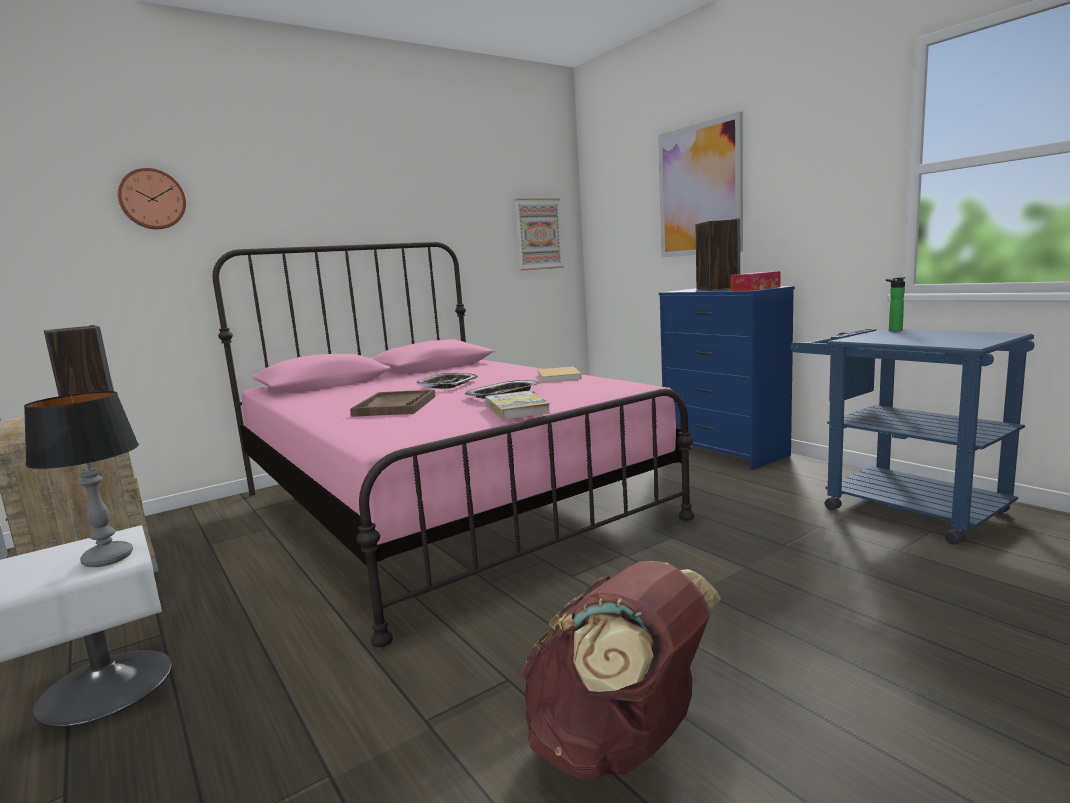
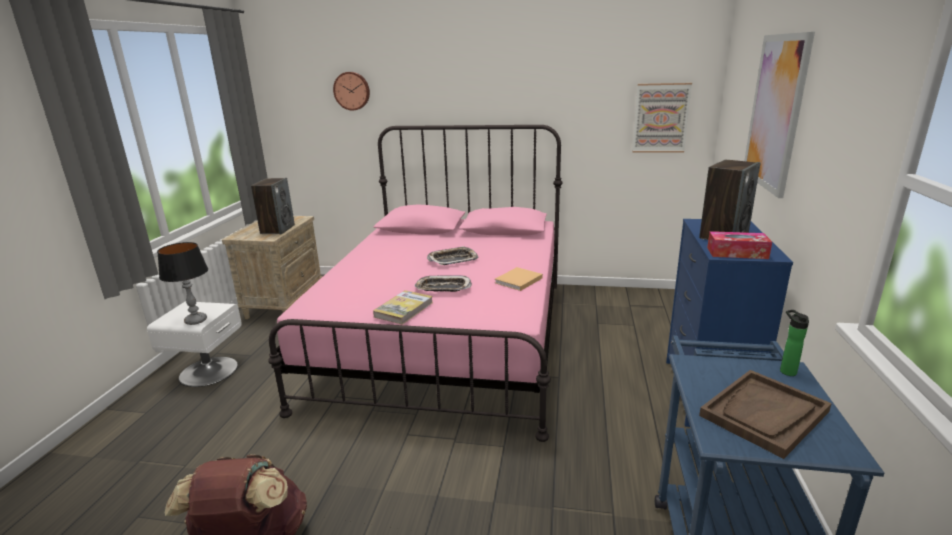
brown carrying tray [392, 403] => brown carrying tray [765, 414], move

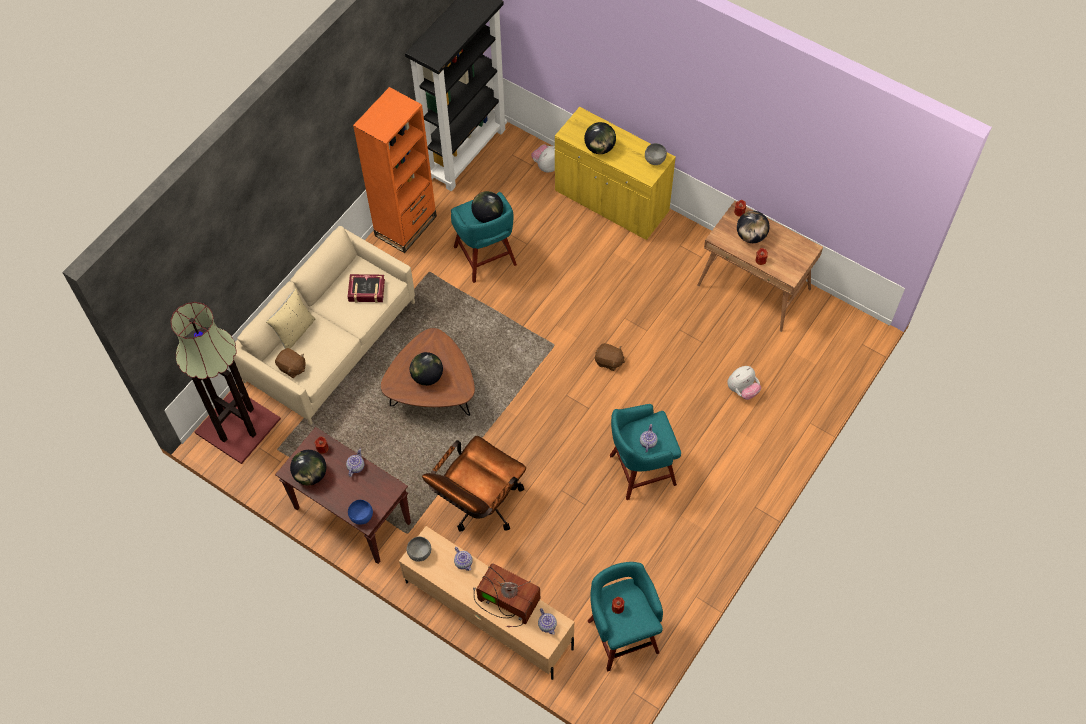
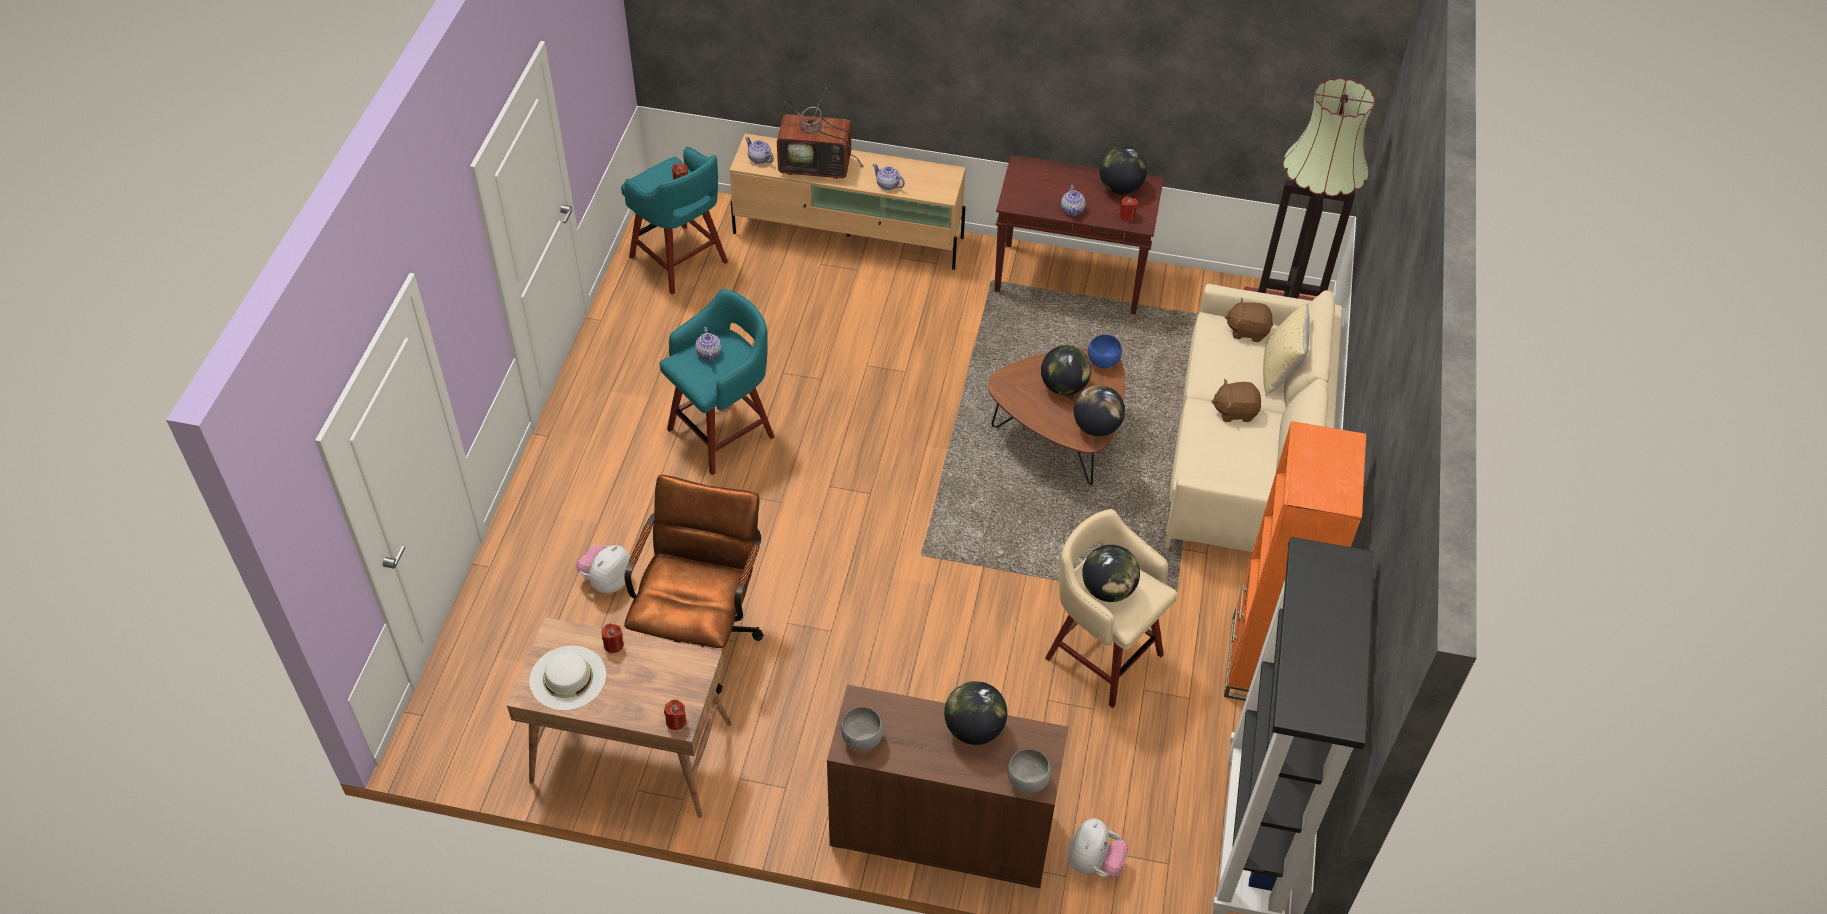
nothing => white hat [567, 678]
brown desk chair [474, 483] => brown desk chair [694, 584], move
yellow storage cabinet [615, 173] => brown storage cabinet [947, 786]
grey deep dish [419, 549] => grey deep dish [1029, 771], move
turquoise stool seat [484, 237] => beige stool seat [1111, 608]
desk globe [753, 227] => desk globe [1099, 410], move
blue deep dish [360, 512] => blue deep dish [1105, 351], move
brown plush toy [610, 357] => brown plush toy [1236, 400], move
bound book [366, 288] => nothing

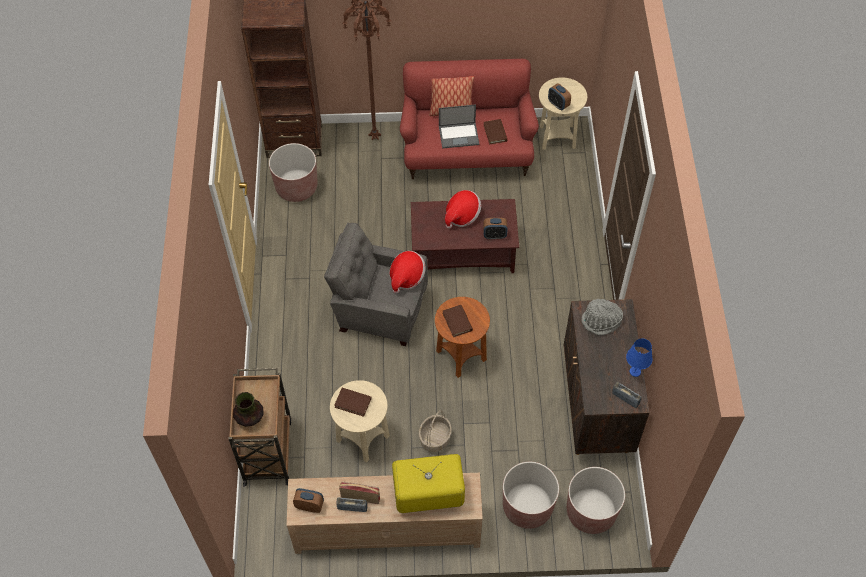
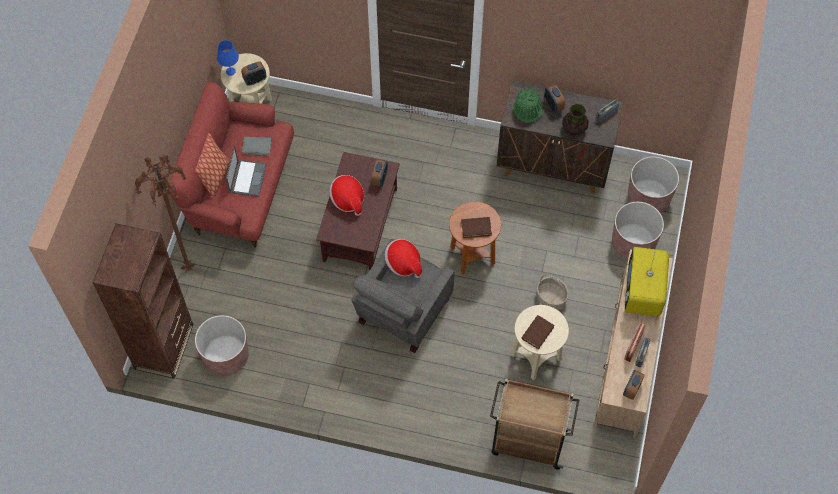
blue lamp for a table [639, 357] => blue lamp for a table [228, 58], move
brown bound book [495, 132] => grey bound book [257, 146]
grey hat [602, 317] => green-coloured hat [528, 105]
nothing => alarm clock [554, 99]
vase [248, 409] => vase [575, 119], move

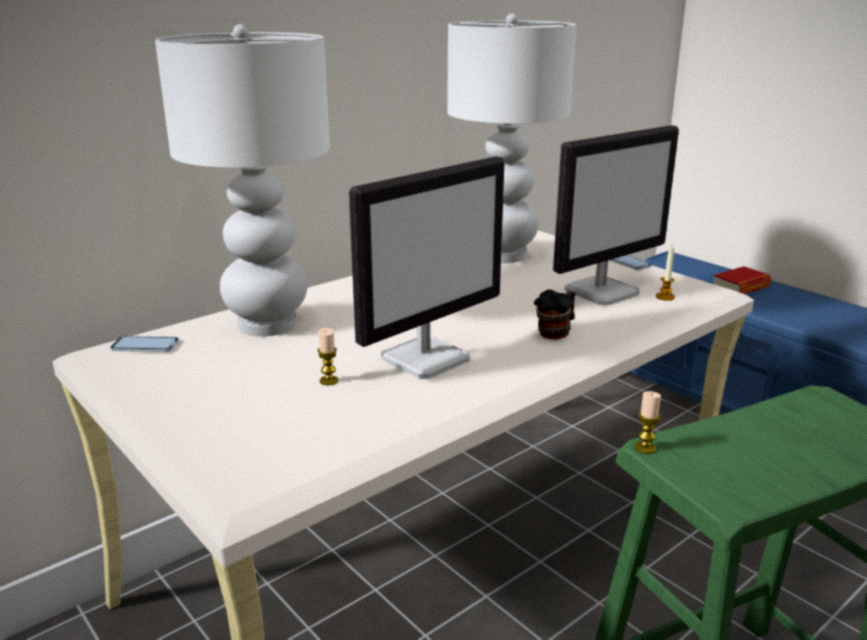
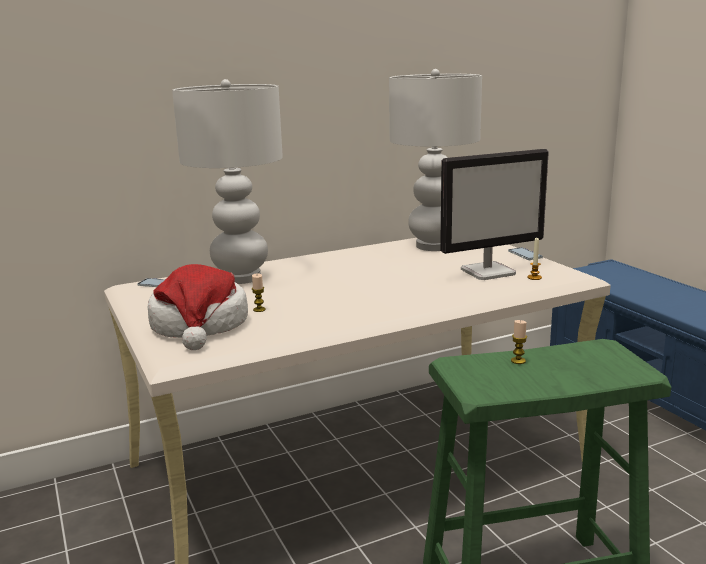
nothing => hat [198, 307]
wax light [647, 422] => wax light [519, 342], move
monitor [427, 267] => nothing
coffee mug [555, 314] => nothing
bound book [742, 280] => nothing

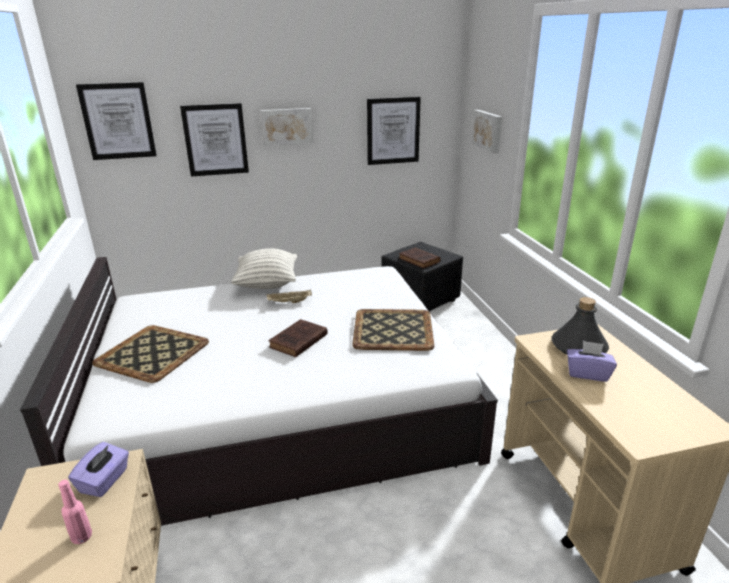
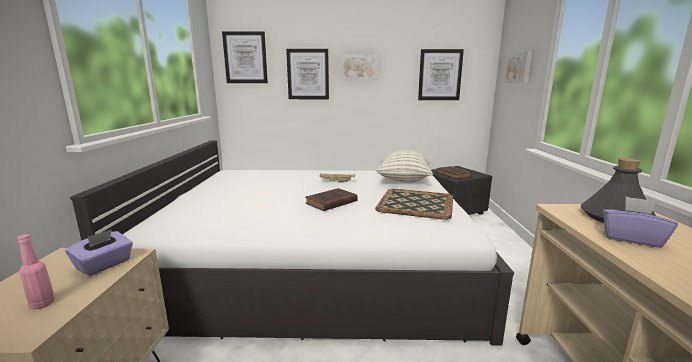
throw pillow [264, 268] => throw pillow [404, 166], move
carrying tray [150, 354] => nothing

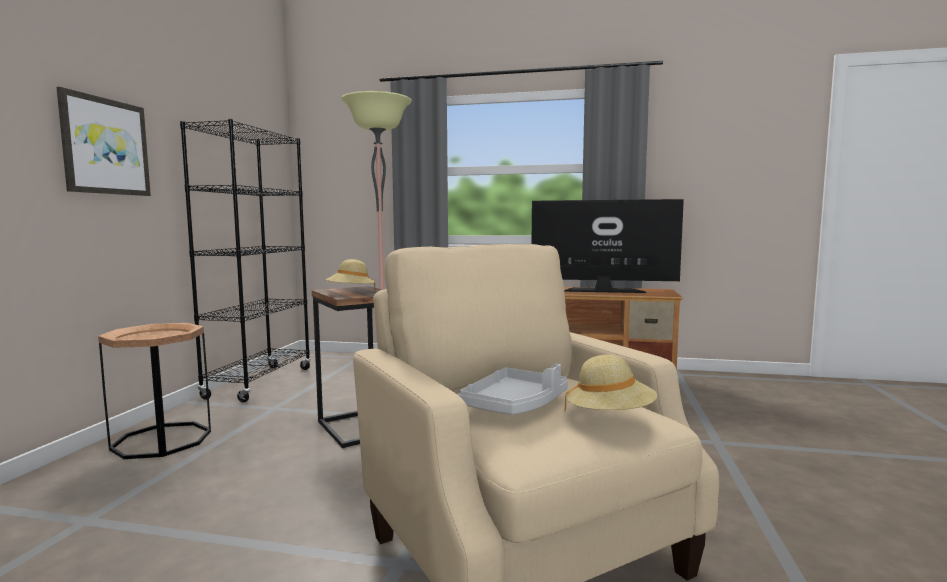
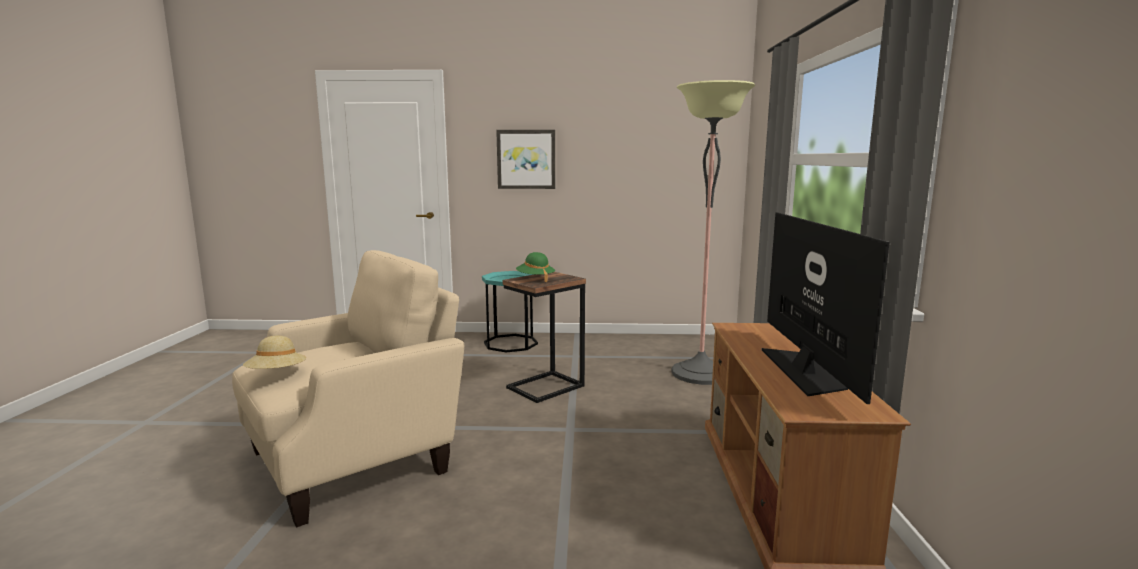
brown side table [154, 391] => turquoise side table [510, 311]
beige hat [350, 274] => green-coloured hat [535, 267]
black bookcase [245, 260] => nothing
grey carrying tray [513, 389] => nothing

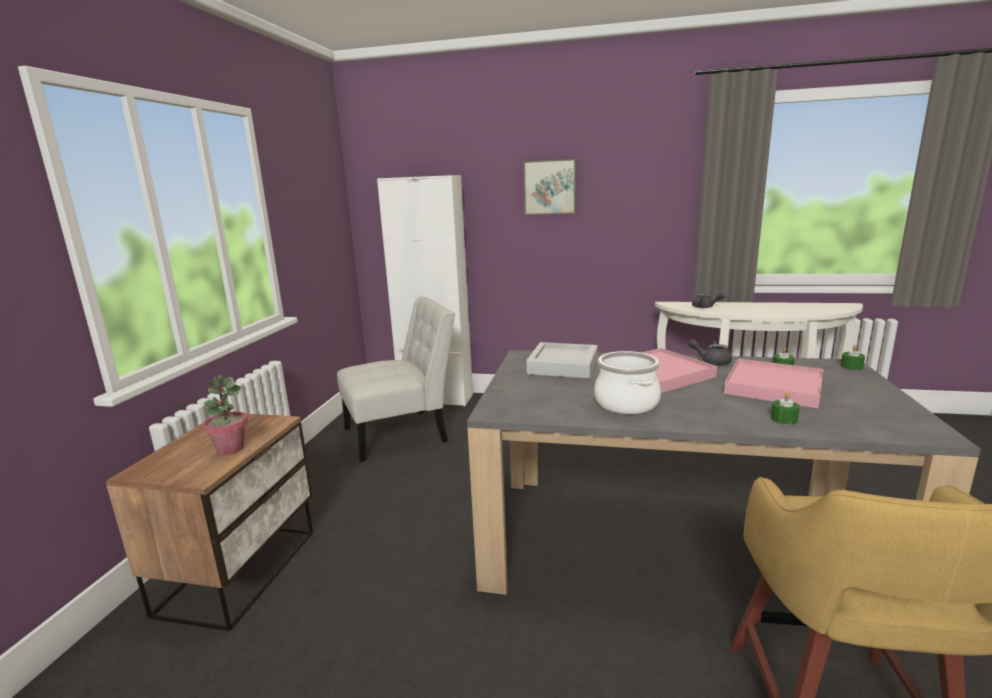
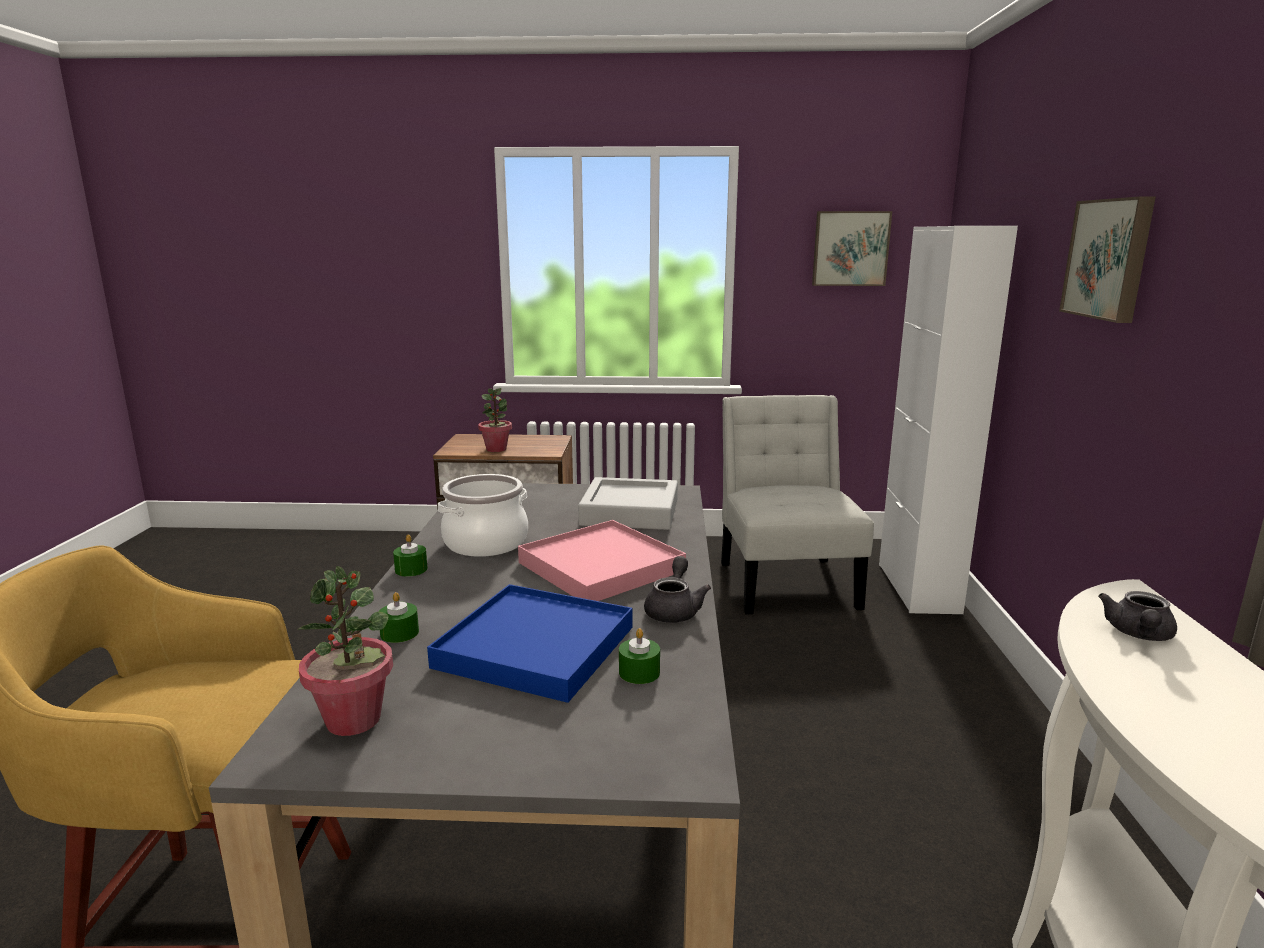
nothing => potted plant [345, 651]
green-coloured wax light [852, 357] => green-coloured wax light [410, 555], move
pink carrying tray [773, 383] => blue carrying tray [529, 643]
white upright chair [396, 379] => white upright chair [797, 504], 150 degrees counterclockwise
nothing => wall art [852, 248]

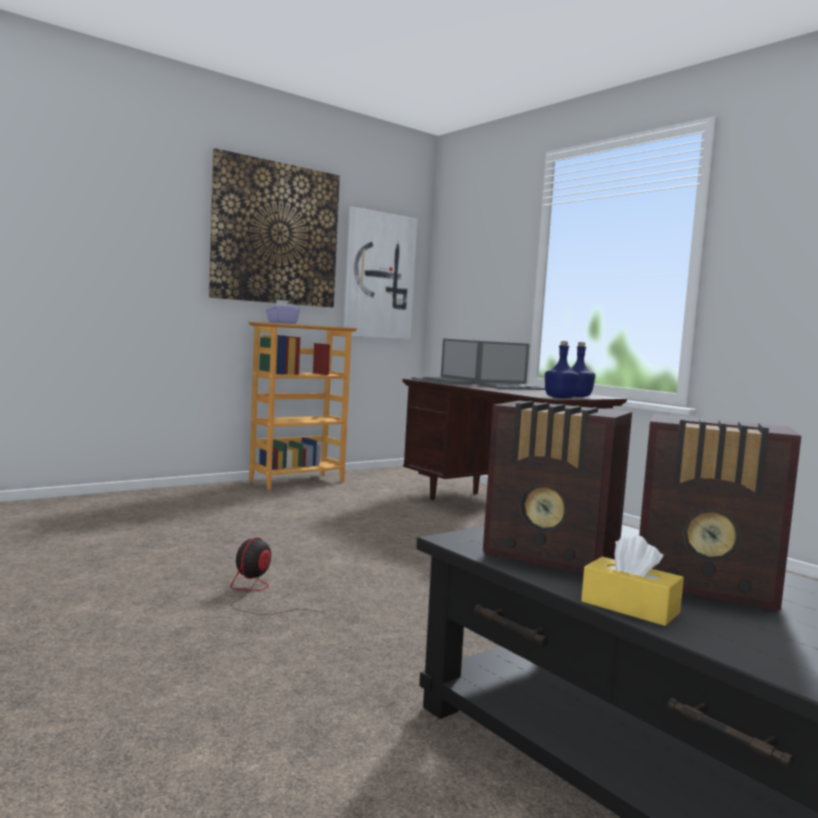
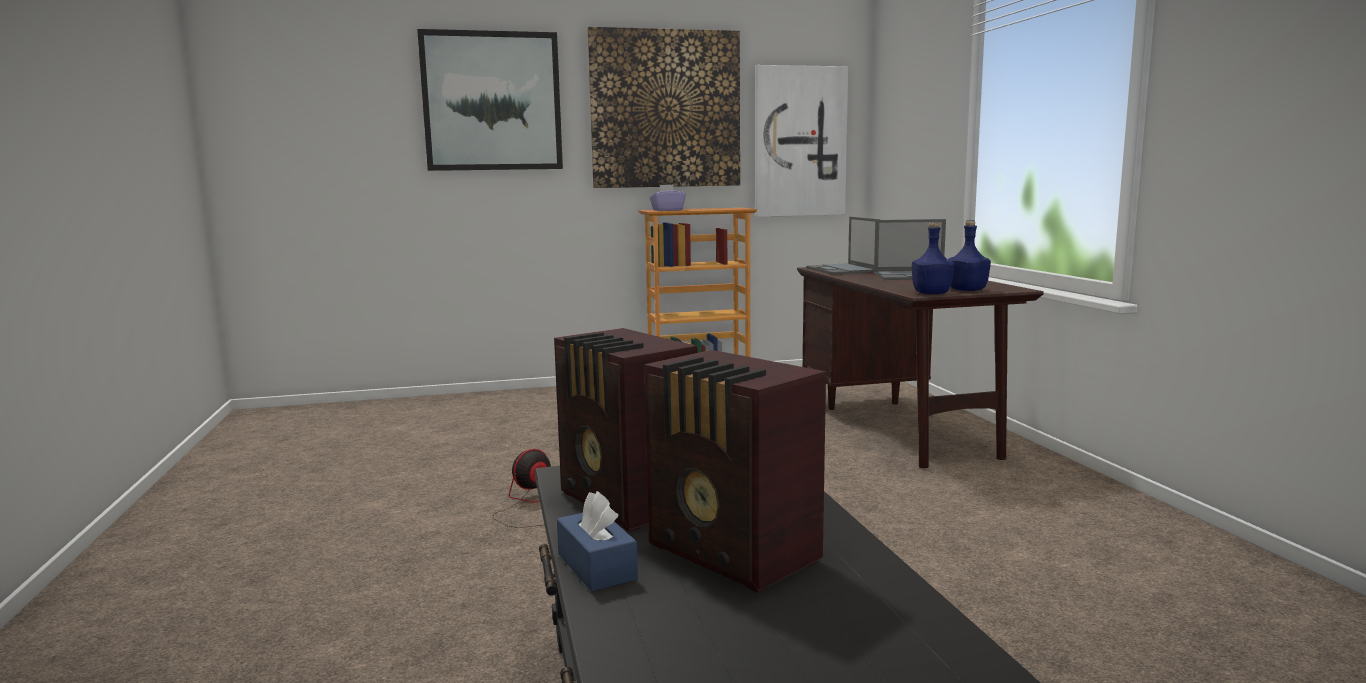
nothing => wall art [490, 100]
yellow tissue box [632, 580] => blue tissue box [597, 541]

